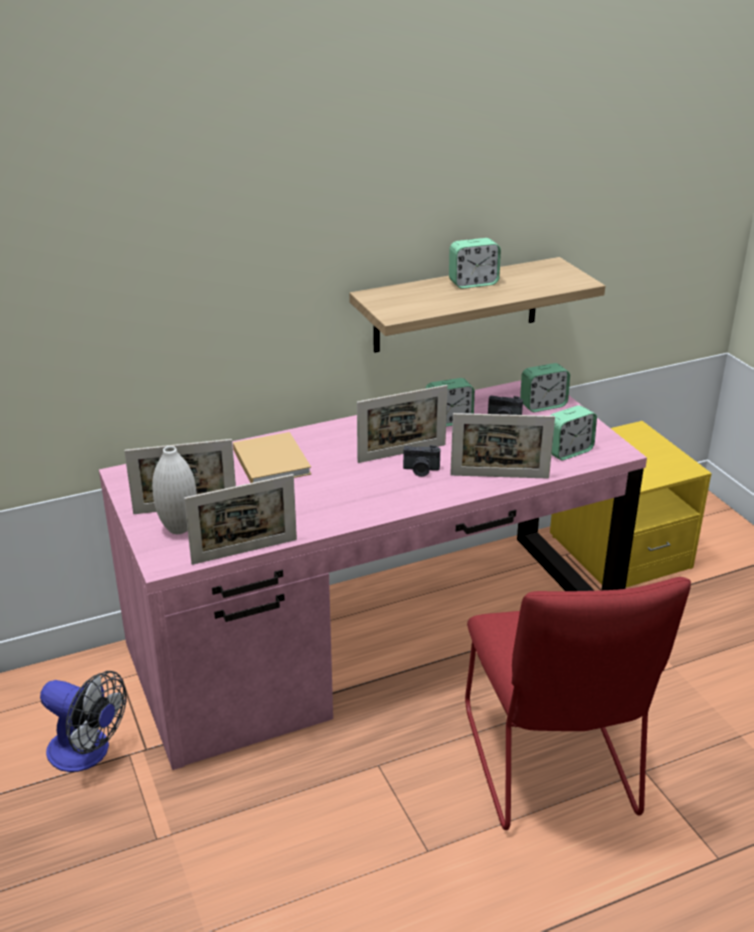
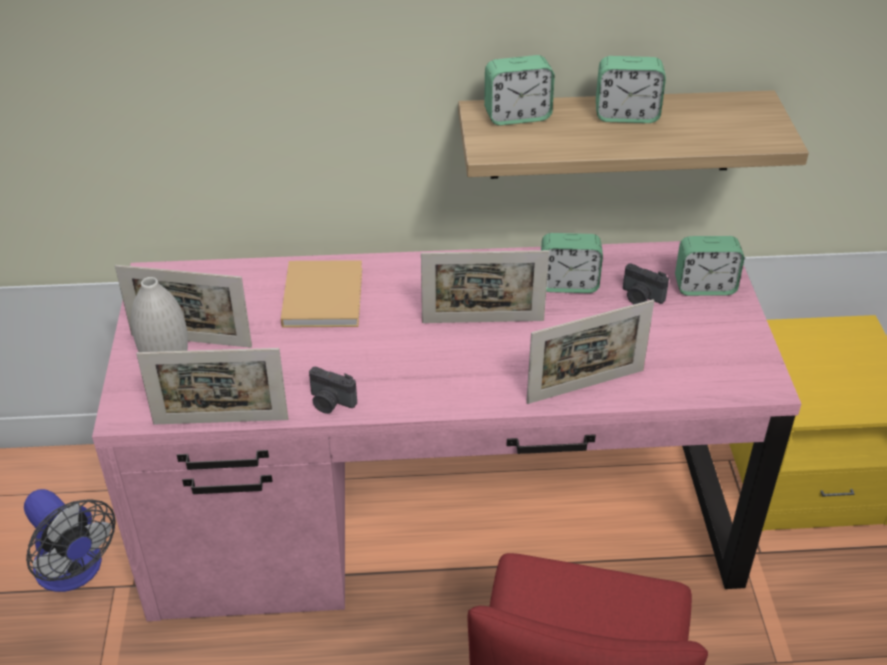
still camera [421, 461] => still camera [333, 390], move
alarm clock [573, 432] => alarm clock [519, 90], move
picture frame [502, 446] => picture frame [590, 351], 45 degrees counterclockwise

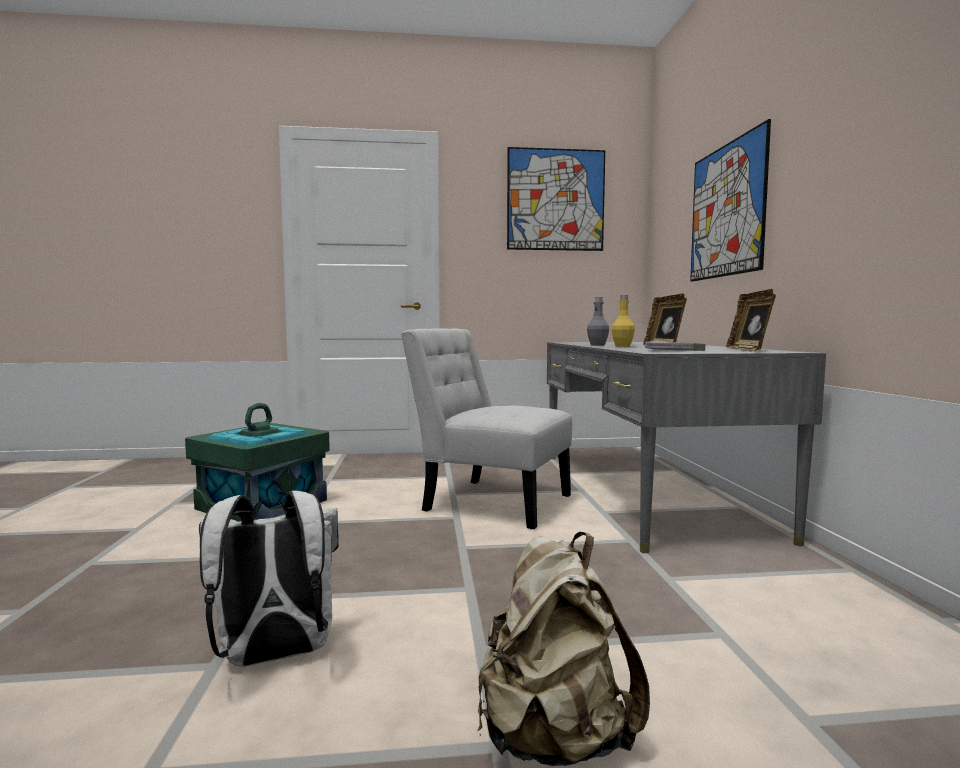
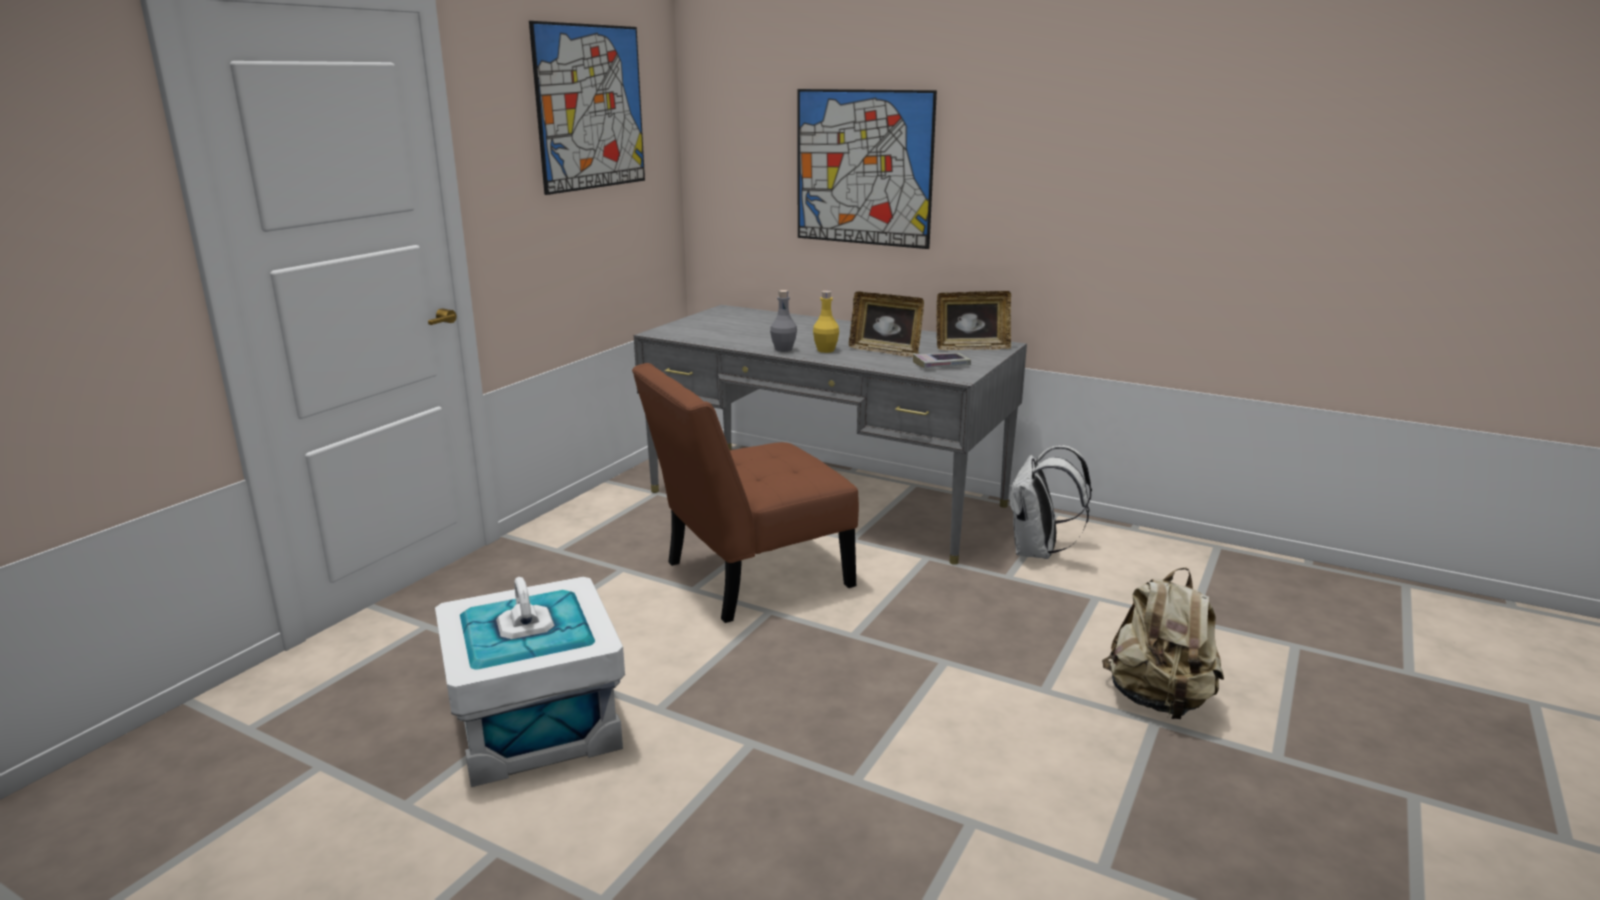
green-coloured storage container [257, 462] => white storage container [530, 682]
white upright chair [486, 428] => brown upright chair [745, 493]
picture frame [751, 320] => picture frame [974, 320], 45 degrees counterclockwise
white rucksack [269, 579] => white rucksack [1049, 502], move

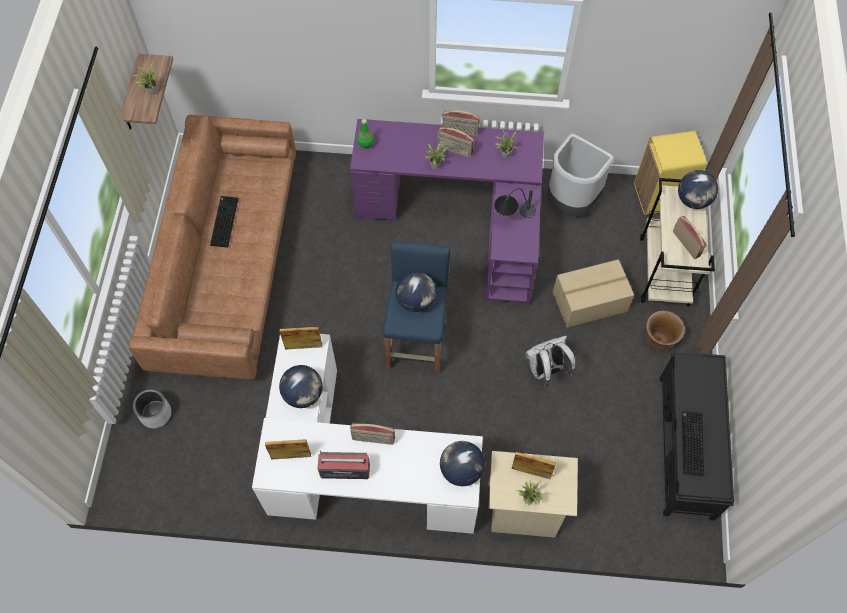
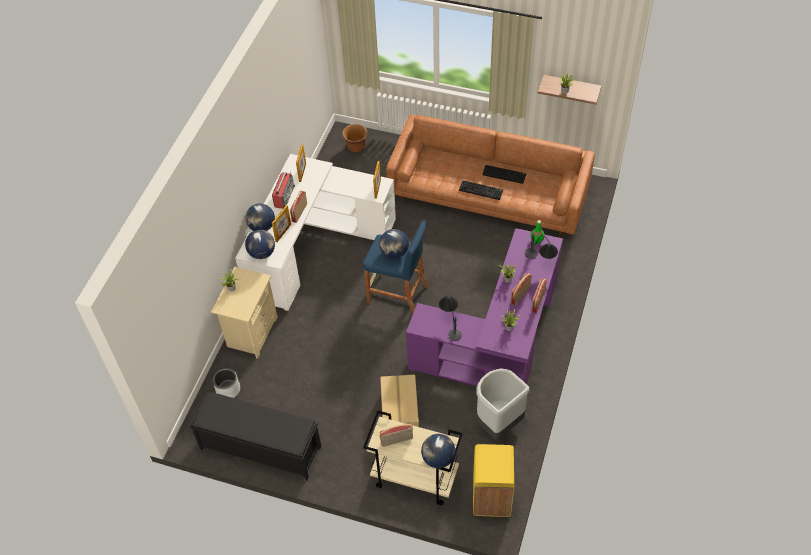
grey planter [152, 408] => grey planter [226, 383], move
desk globe [301, 386] => desk globe [260, 217], move
picture frame [534, 465] => picture frame [281, 223], move
brown planter [665, 331] => brown planter [355, 138], move
keyboard [693, 443] => keyboard [481, 190], move
nothing => lamp for a table [541, 246]
white rucksack [550, 361] => nothing

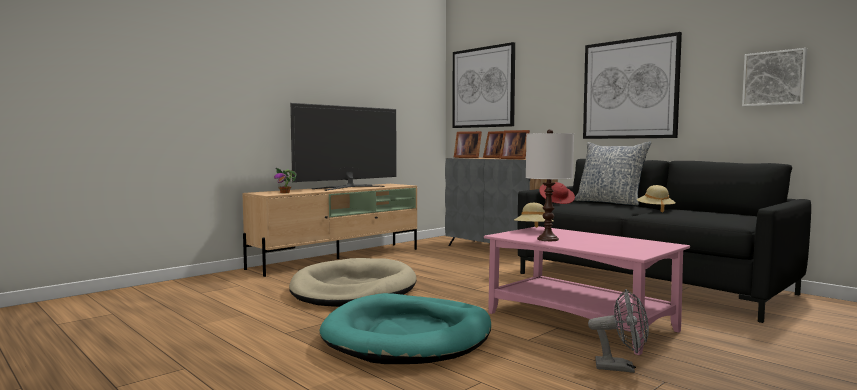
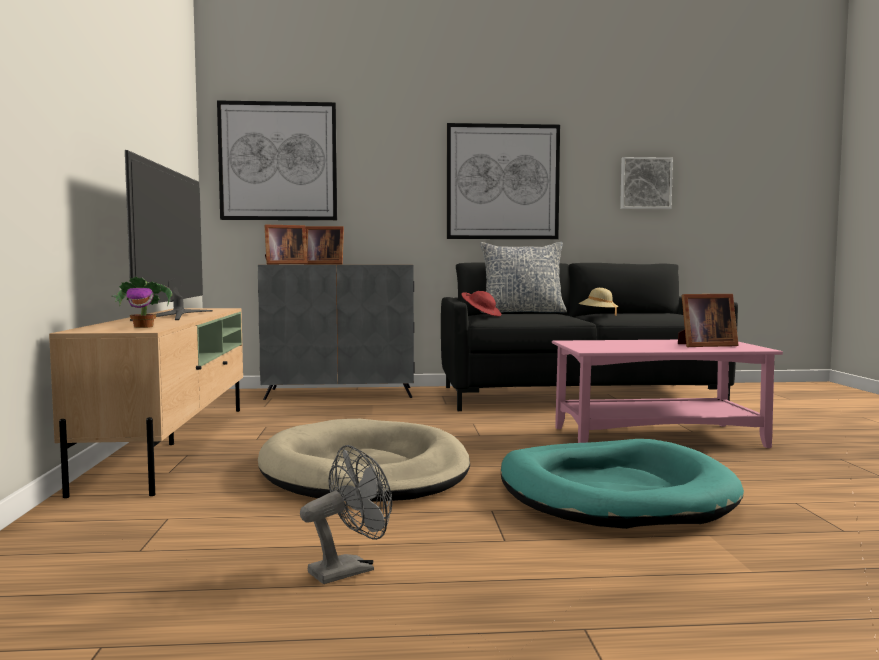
grey electric fan [618, 331] => grey electric fan [346, 514], move
picture frame [515, 144] => picture frame [708, 320], move
beige hat [533, 215] => nothing
white lamp for a table [550, 185] => nothing

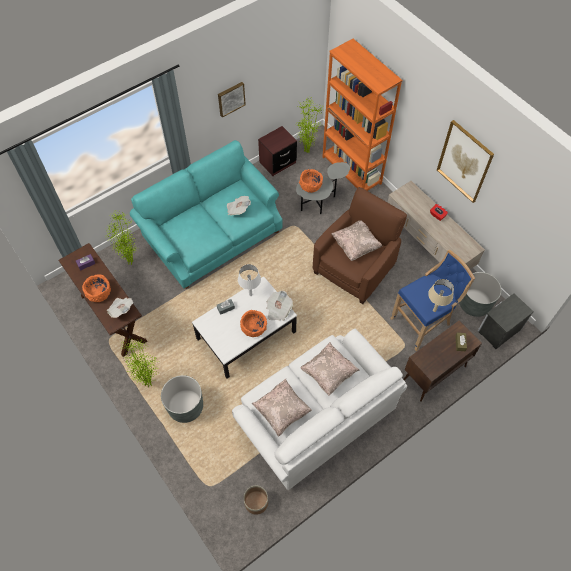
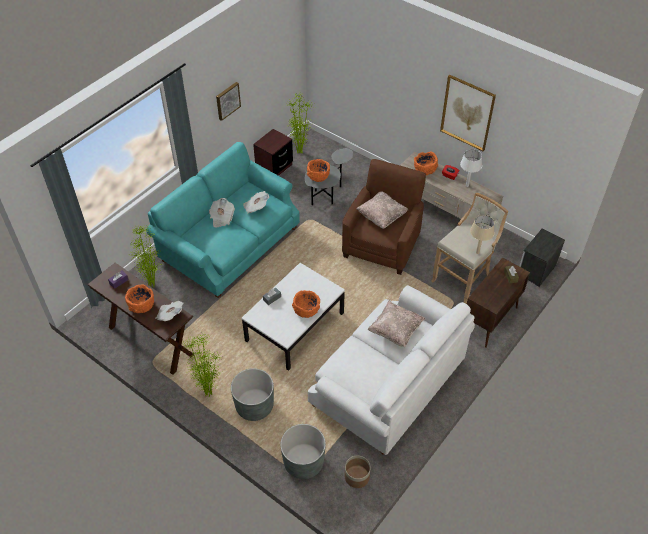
newspaper [279, 306] => newspaper [222, 212], move
grey planter [480, 294] => grey planter [303, 451], move
nothing => orangey deep dish [426, 163]
blue stool seat [432, 300] => beige stool seat [469, 248]
white lamp for a table [249, 280] => white lamp for a table [471, 168], move
beige throw pillow [282, 408] => nothing
orangey bookcase [362, 115] => nothing

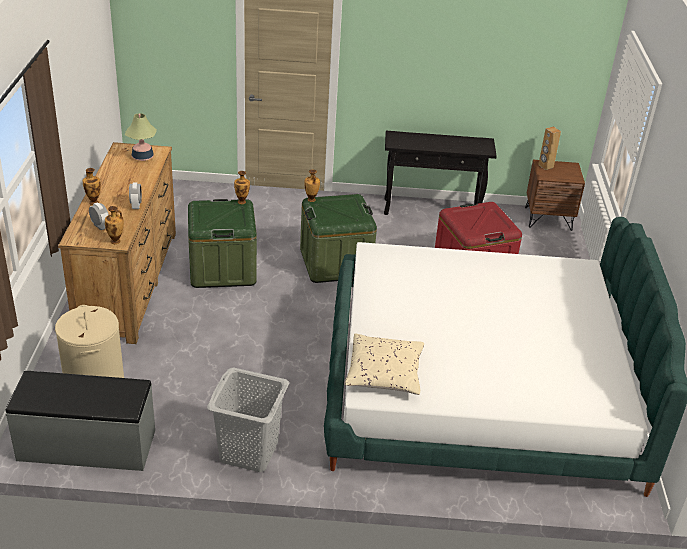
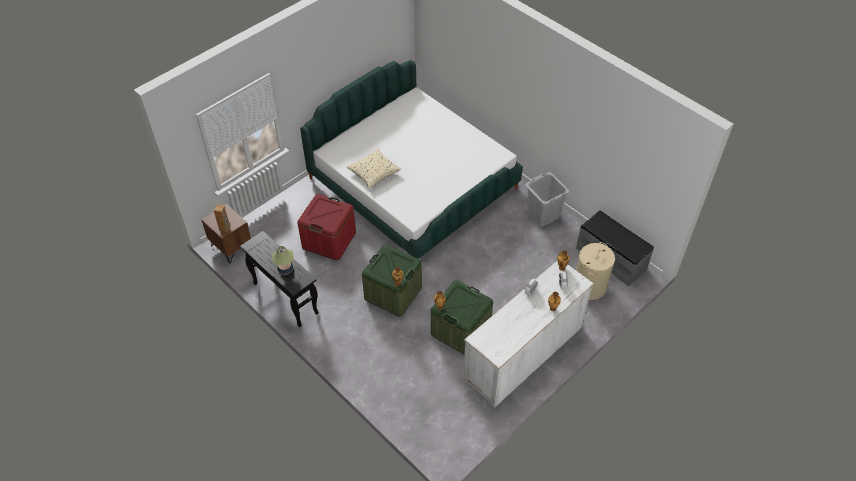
lamp for a table [141, 137] => lamp for a table [283, 260], move
beige throw pillow [384, 364] => beige throw pillow [374, 168], move
brown chest of drawers [117, 243] => white chest of drawers [528, 334]

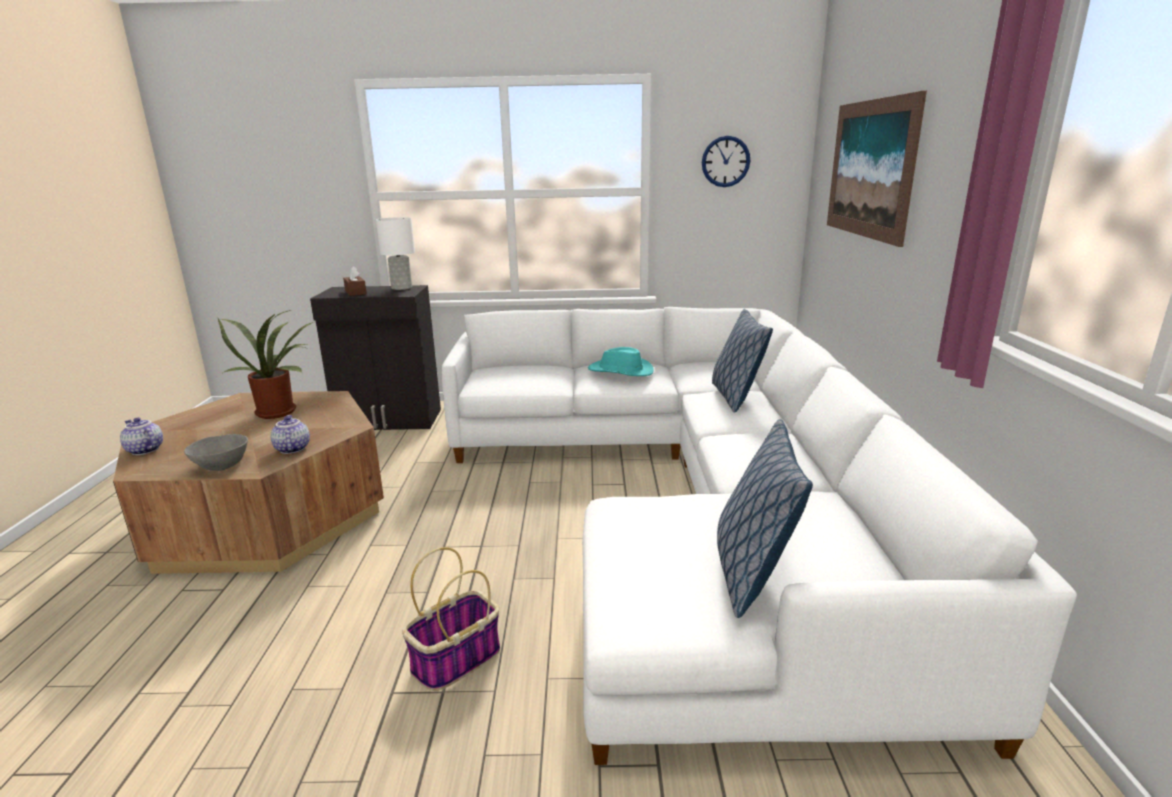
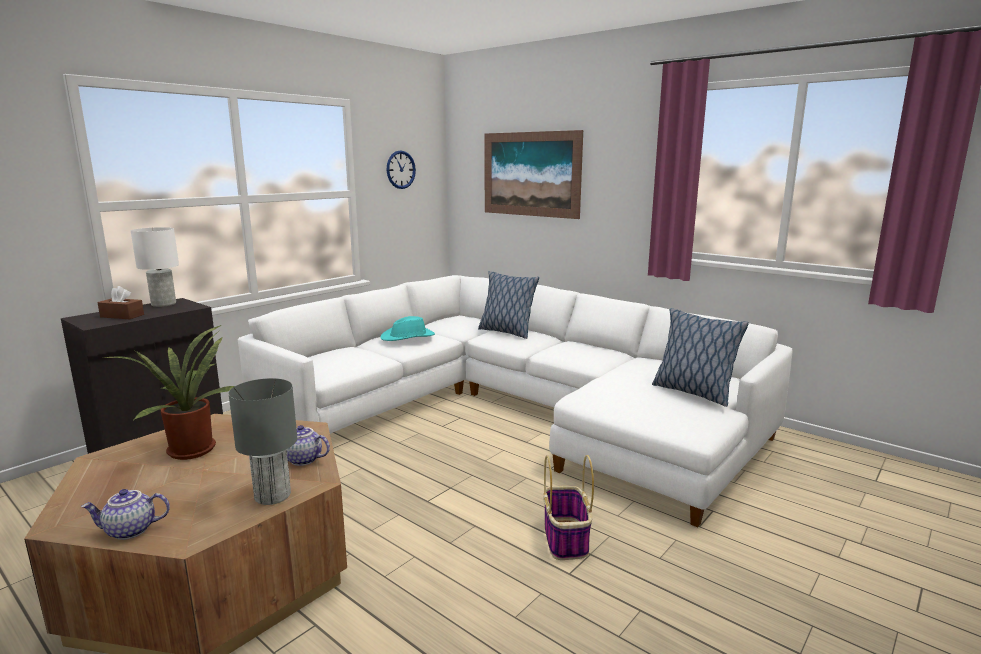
grey deep dish [216, 452] => grey lamp for a table [262, 441]

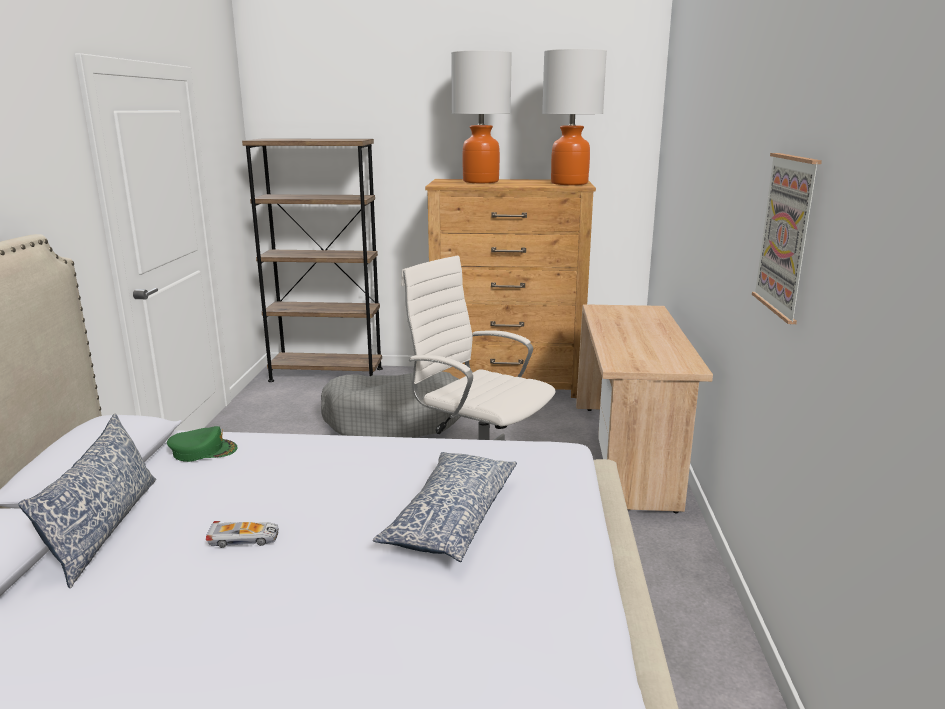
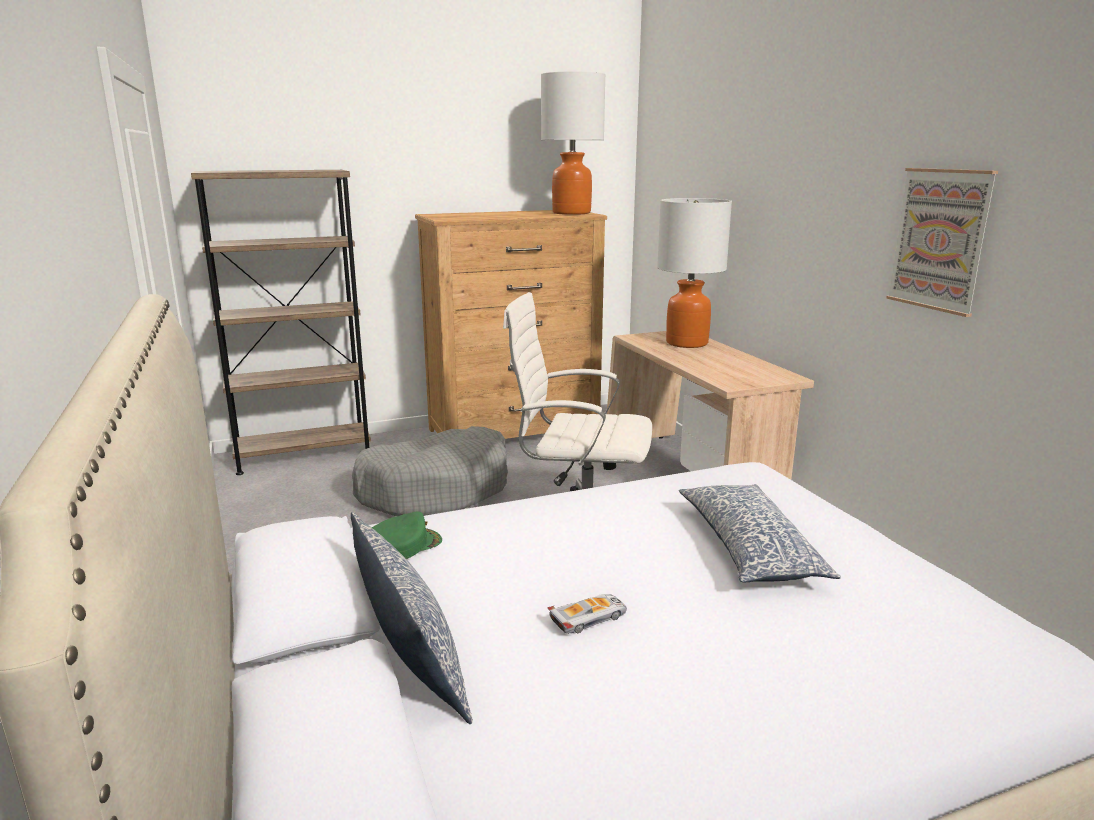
lamp for a table [481, 116] => lamp for a table [694, 273], move

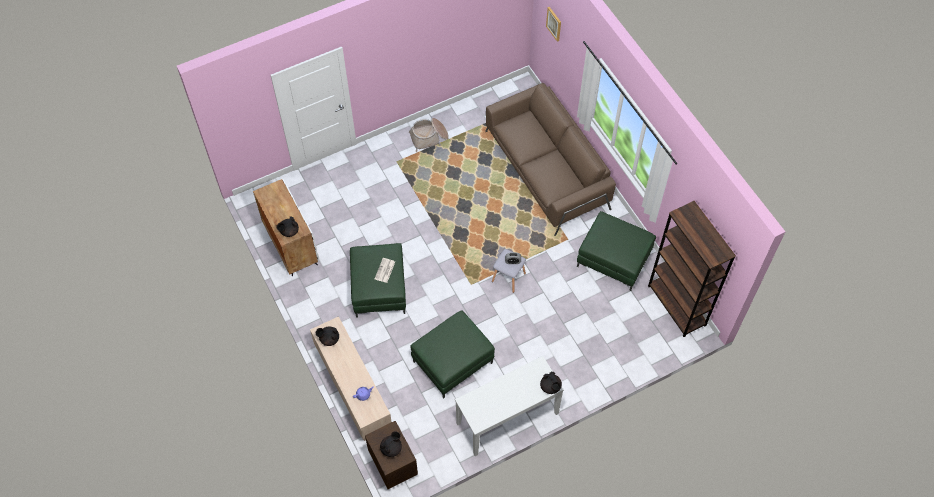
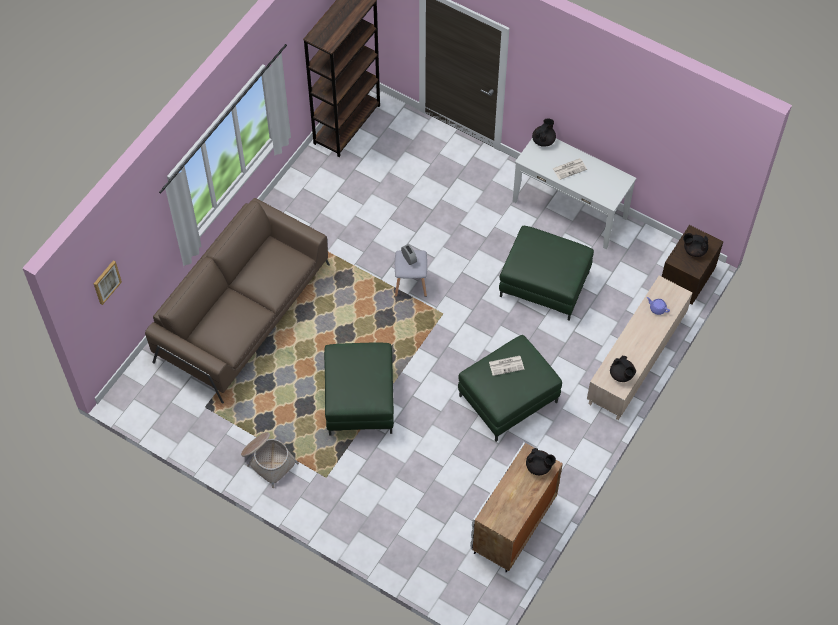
green-coloured ottoman [616, 251] => green-coloured ottoman [359, 389], move
nothing => newspaper [570, 169]

